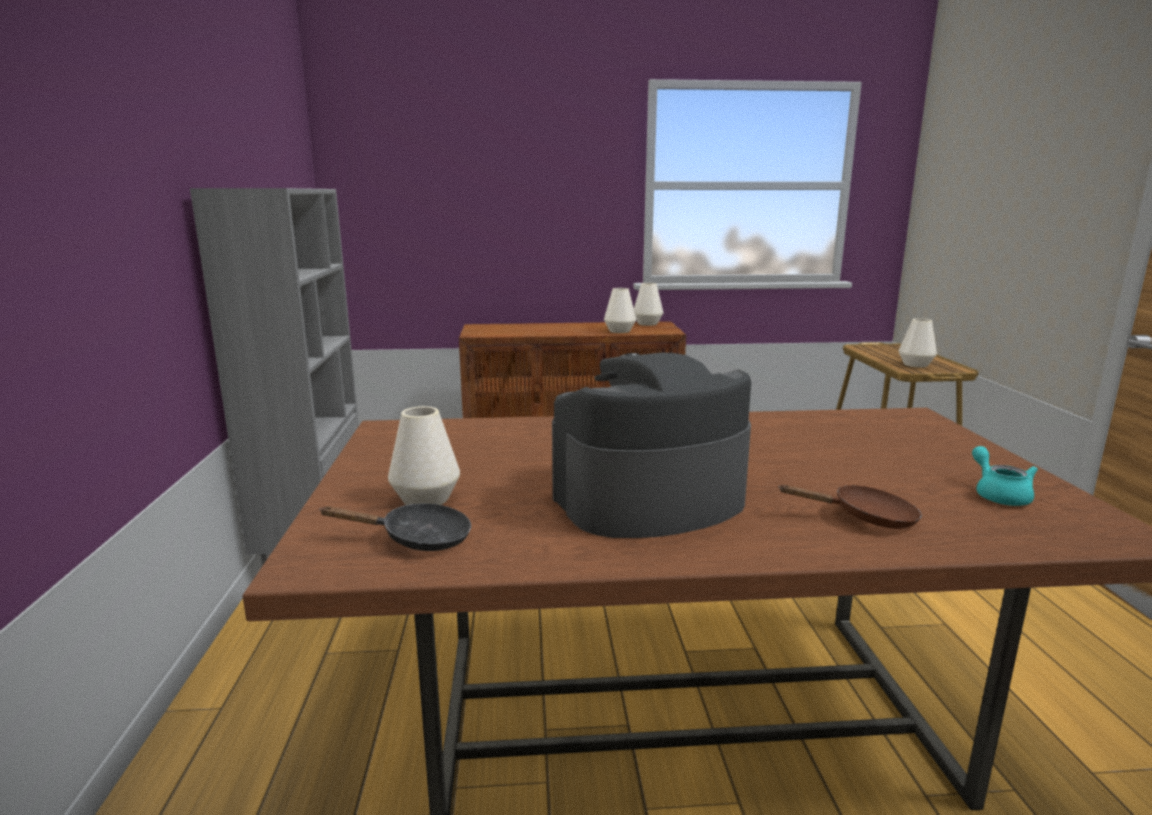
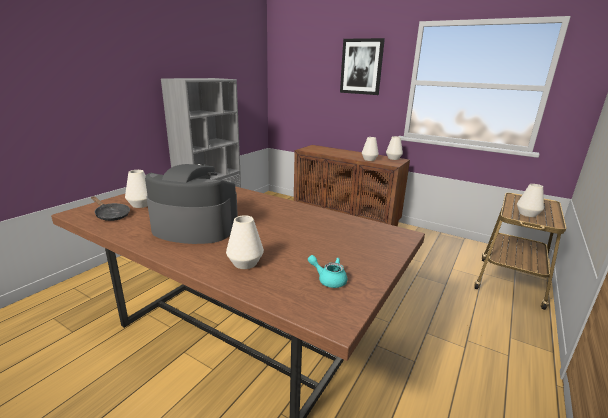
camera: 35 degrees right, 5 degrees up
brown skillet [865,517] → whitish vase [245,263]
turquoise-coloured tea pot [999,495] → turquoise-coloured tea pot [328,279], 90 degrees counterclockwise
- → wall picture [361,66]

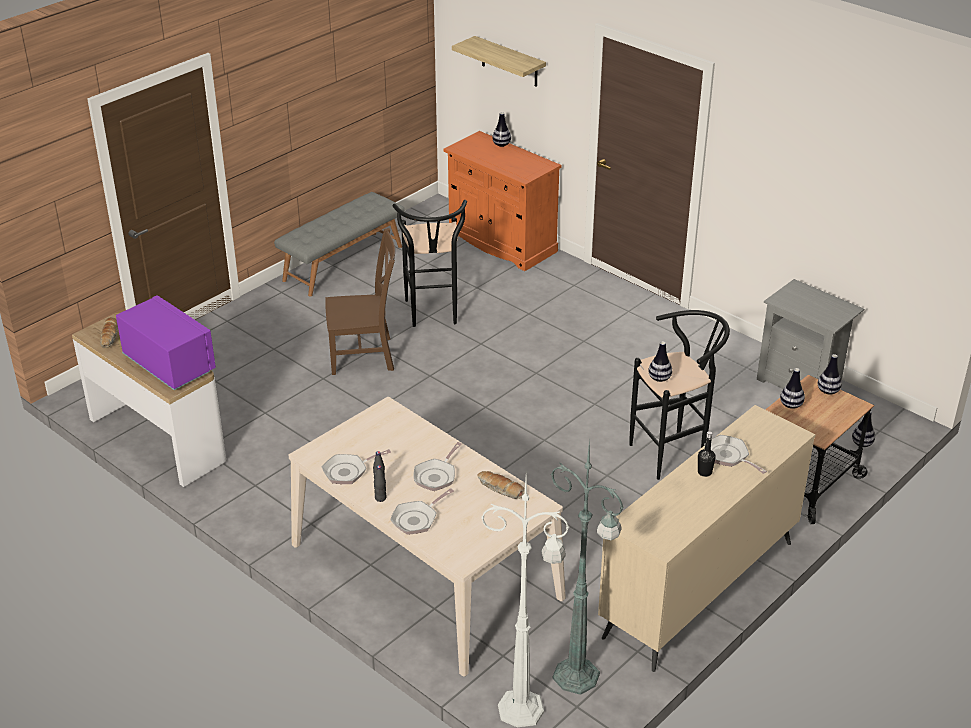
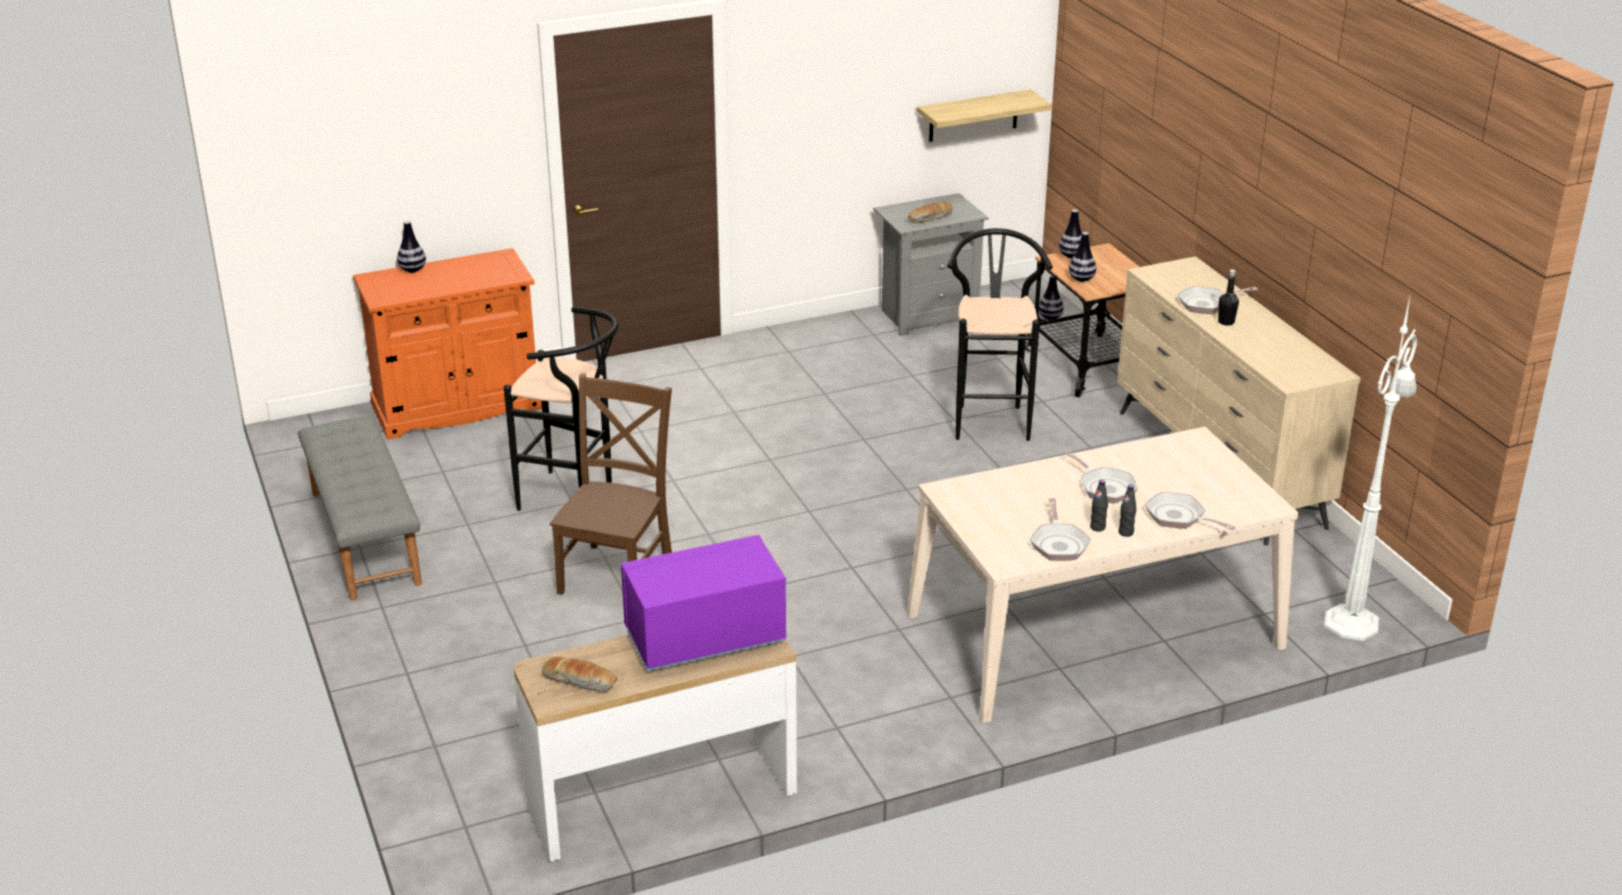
camera: 65 degrees left, 5 degrees down
skillet [417,519] → skillet [1179,517], 150 degrees clockwise
bracket shelf [509,62] → bracket shelf [973,116], shifted
bread [500,489] → bread [930,218], shifted
greenish standard lamp [578,677] → -
vase [659,378] → -

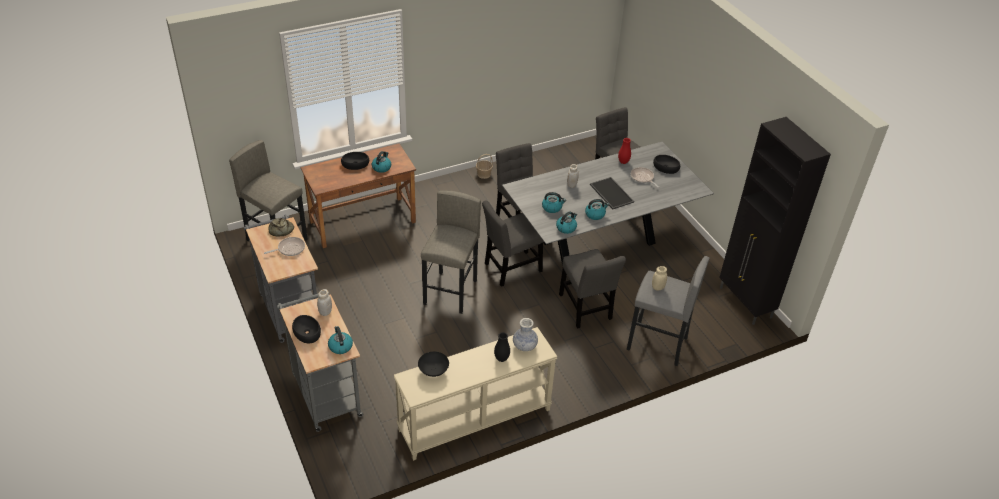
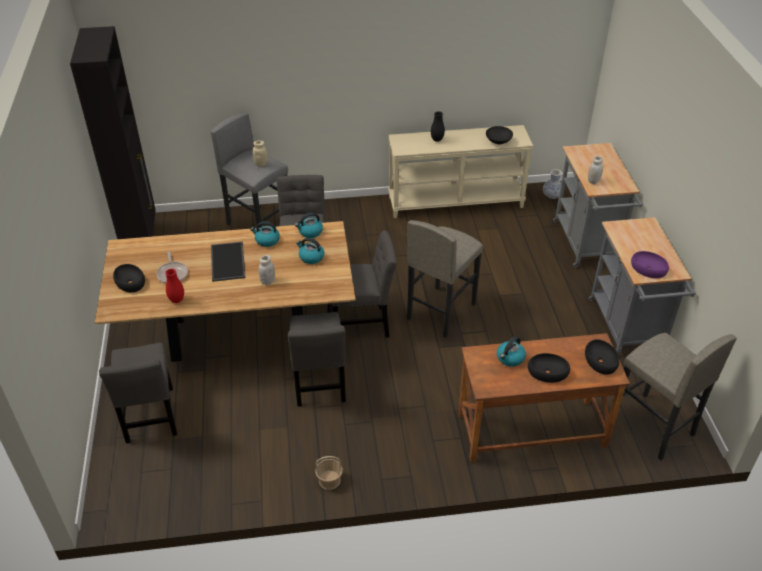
camera: 160 degrees left, 0 degrees up
skillet [289,249] → -
bread [280,230] → purple deep dish [648,269]
blackish deep dish [307,332] → blackish deep dish [600,361], shifted
tea kettle [340,346] → -
greyish dinner table [600,243] → brown dinner table [237,334]
vase [524,346] → vase [552,195], shifted

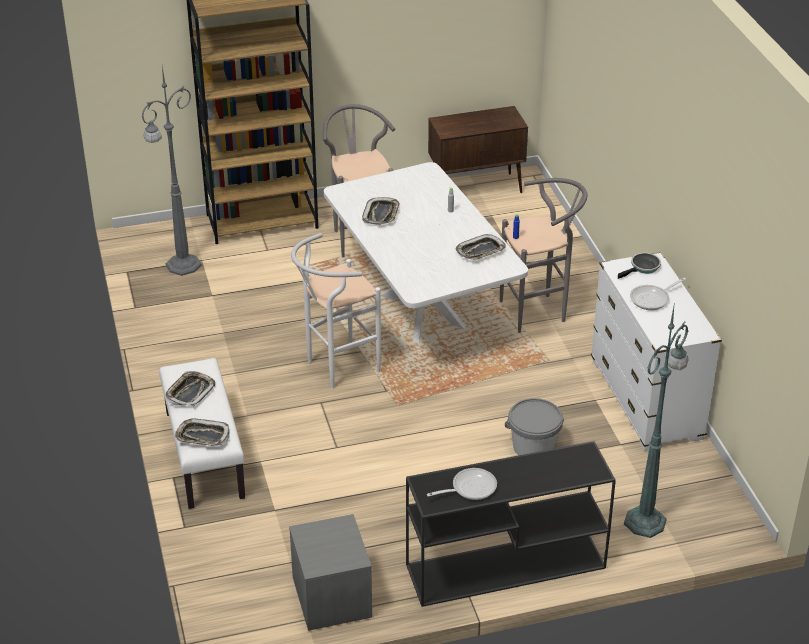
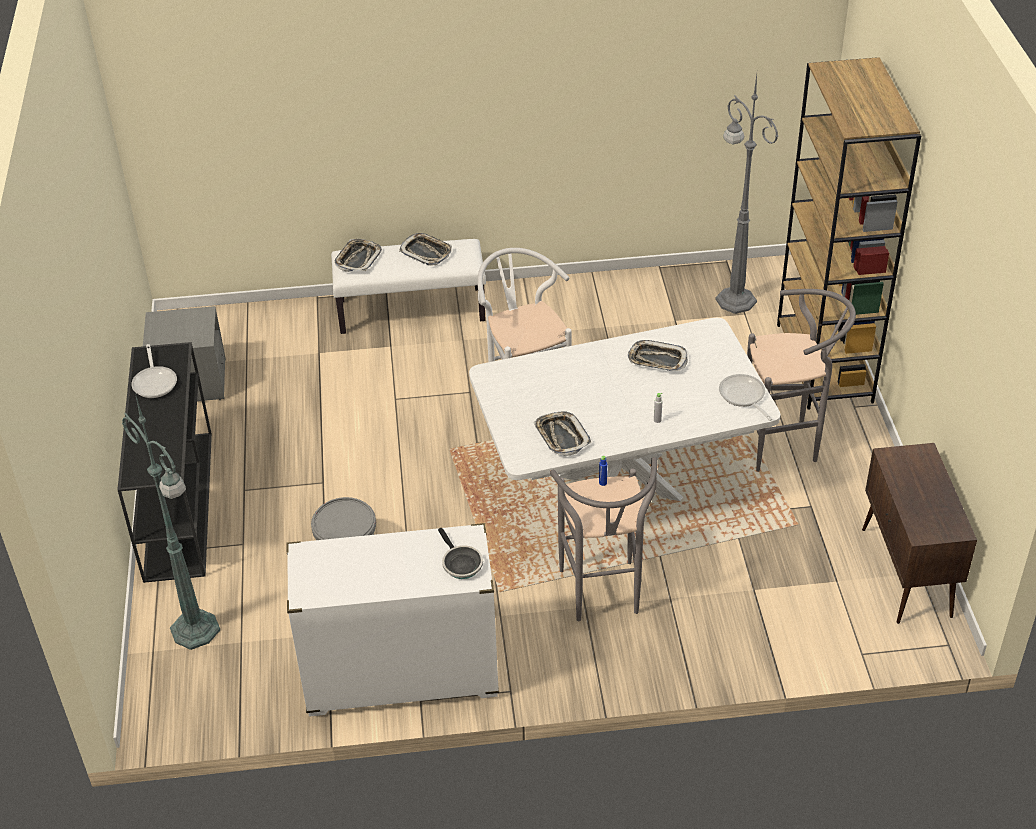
camera: 100 degrees right, 5 degrees up
skillet [652,299] → skillet [743,397], shifted

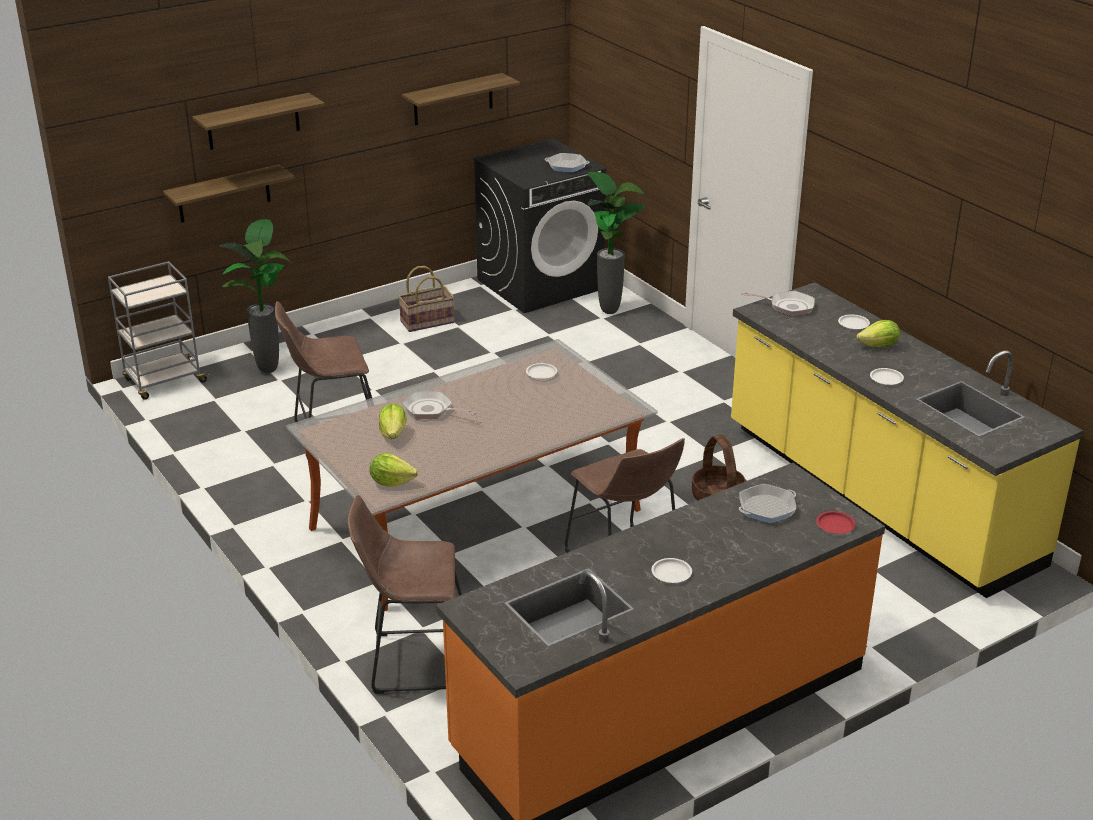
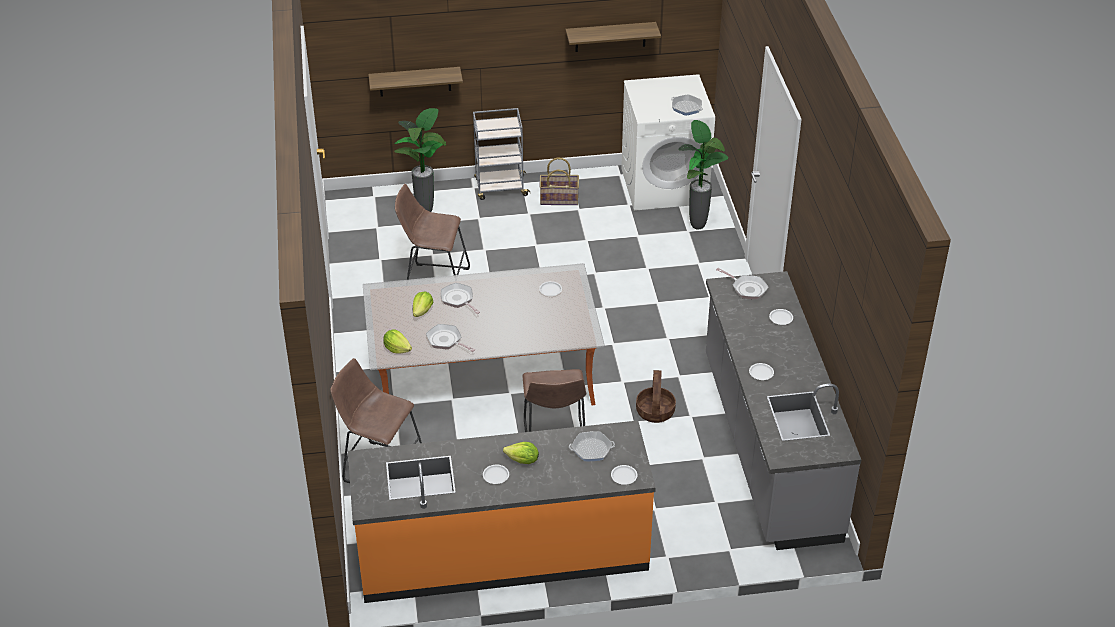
camera: 25 degrees right, 10 degrees up
greyish trolley [164,381] → greyish trolley [500,188], shifted
bracket shelf [253,121] → -
blackish laundry machine [540,284] → whitish laundry machine [664,185]
yellow kitchen counter [877,495] → greyish kitchen counter [768,447]
red plate [835,525] → whitish plate [624,476]
lettuce [879,346] → lettuce [522,461], shifted
- → skillet [446,341]

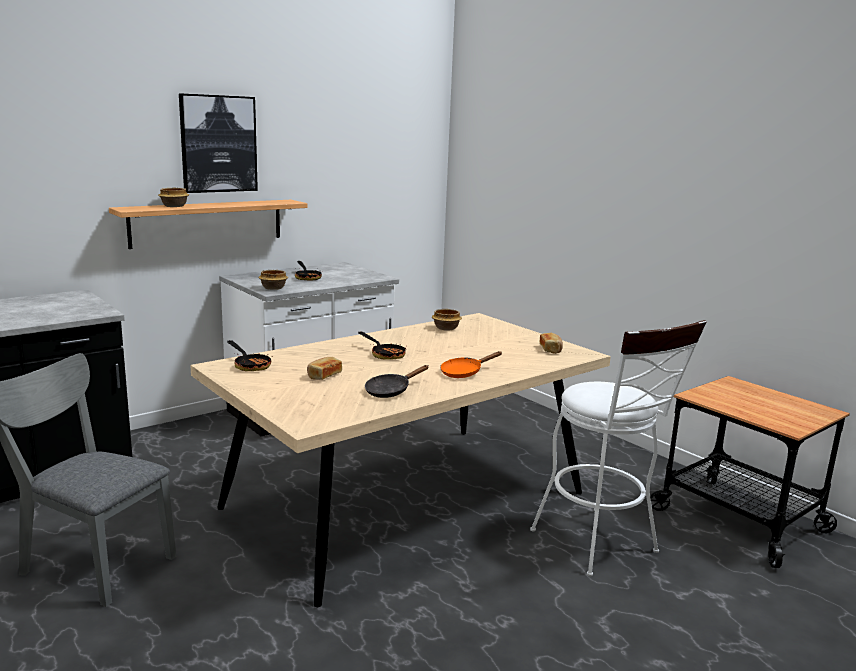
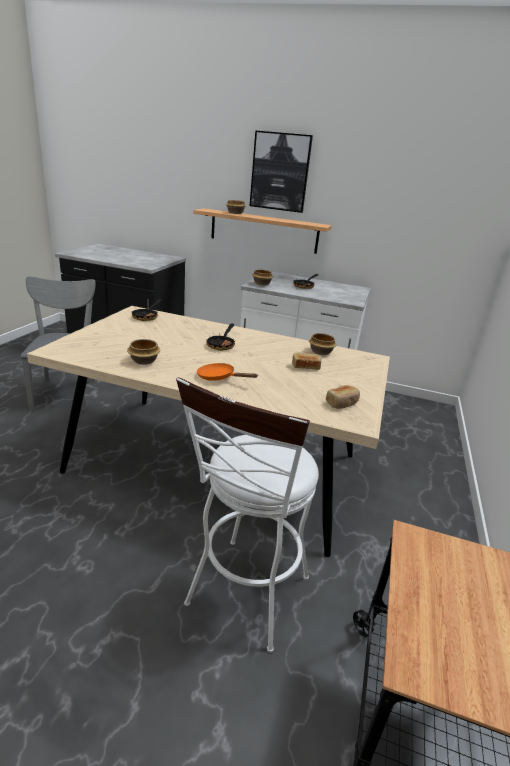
camera: 55 degrees right, 10 degrees up
bread [323,376] → bread [306,367], shifted
blackish skillet [391,391] → deep dish [144,361]

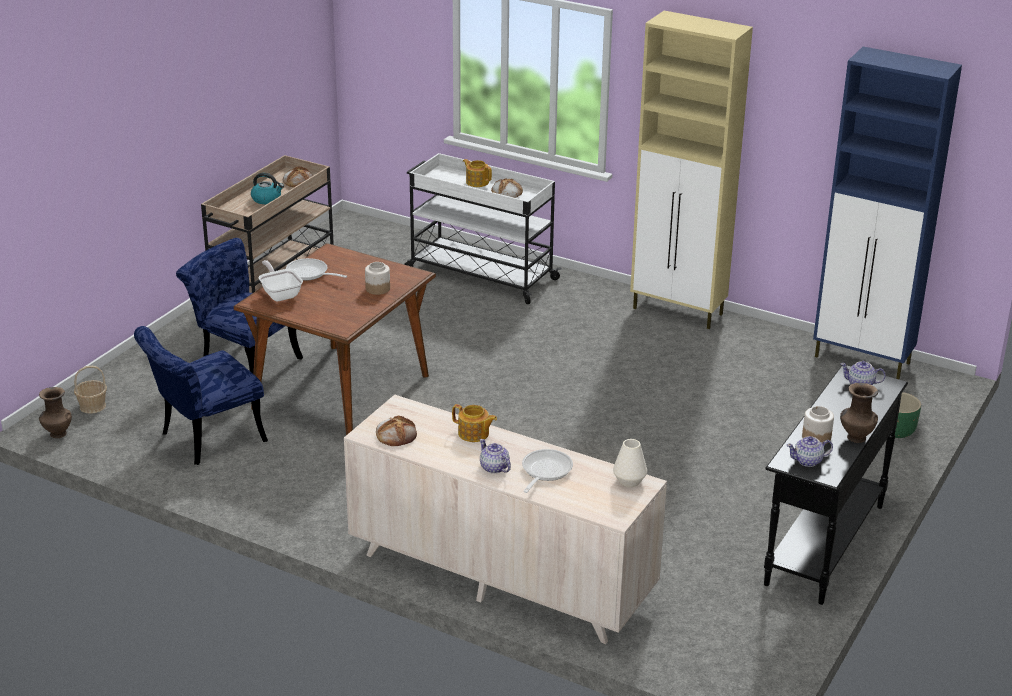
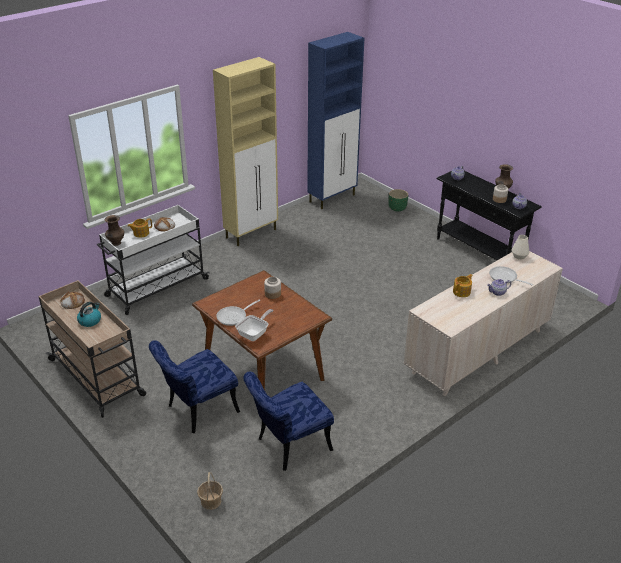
camera: 70 degrees left, 5 degrees up
brown vase [57,434] → brown vase [116,243], shifted
blue chair [204,439] → blue chair [288,446], 75 degrees clockwise
skillet [280,294] → skillet [254,334], 135 degrees clockwise
bread [396,434] → -

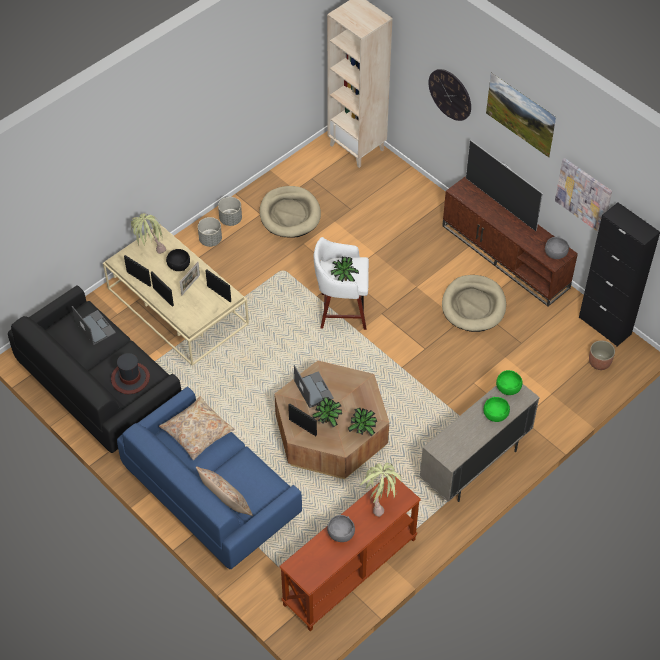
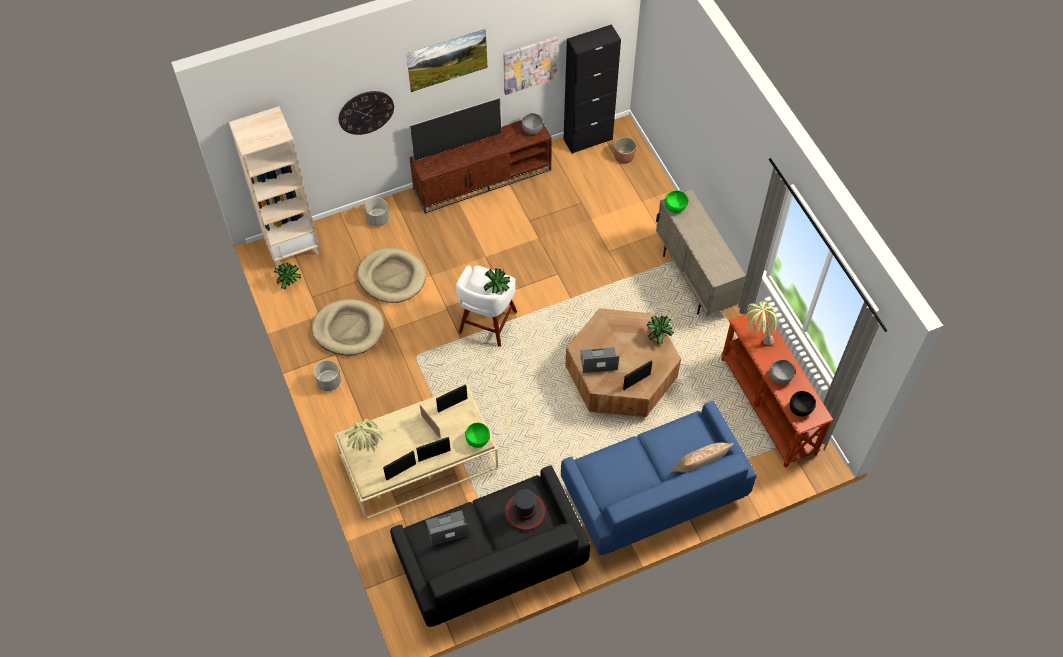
camera: 70 degrees left, 5 degrees up
sand-coloured cushion [197,432] → -
blackish deep dish [178,265] → blackish deep dish [800,408], shifted
greyish planter [210,240] → greyish planter [378,219], shifted
potted plant [328,421] → potted plant [289,283], shifted
sand-coloured pet bed [473,305] → sand-coloured pet bed [392,277], shifted
greenish deep dish [496,415] → greenish deep dish [478,439], shifted

